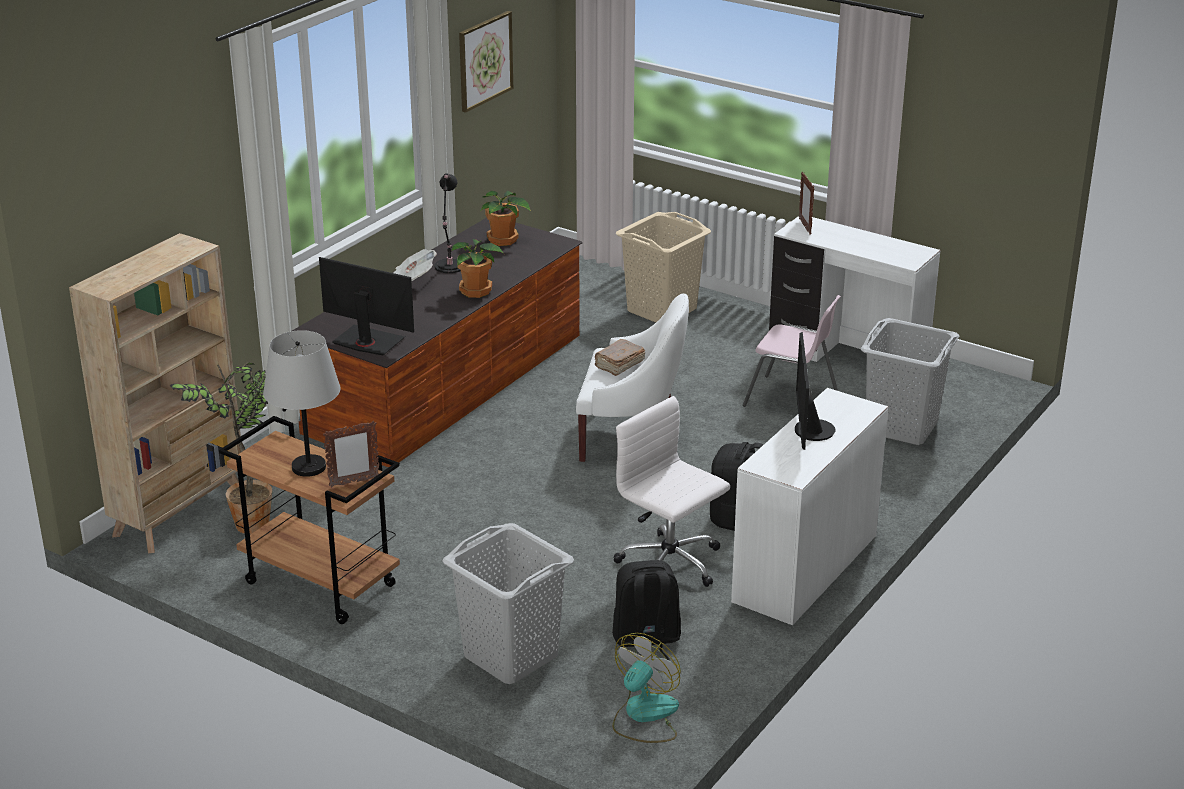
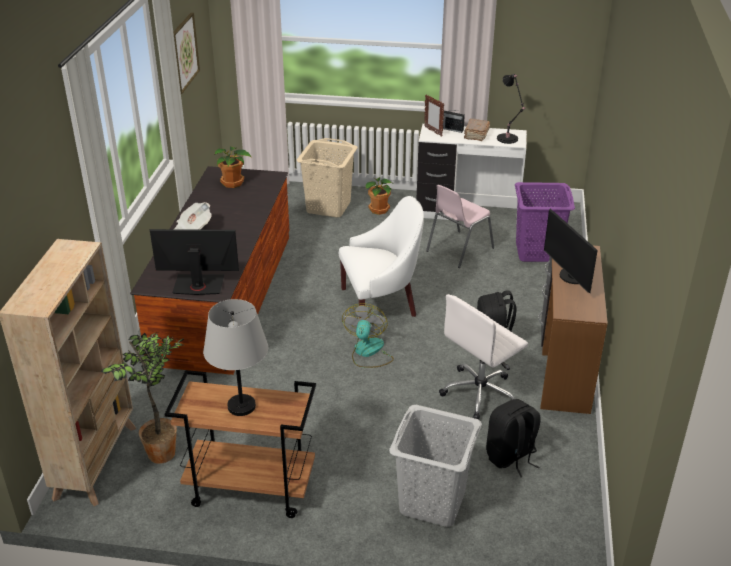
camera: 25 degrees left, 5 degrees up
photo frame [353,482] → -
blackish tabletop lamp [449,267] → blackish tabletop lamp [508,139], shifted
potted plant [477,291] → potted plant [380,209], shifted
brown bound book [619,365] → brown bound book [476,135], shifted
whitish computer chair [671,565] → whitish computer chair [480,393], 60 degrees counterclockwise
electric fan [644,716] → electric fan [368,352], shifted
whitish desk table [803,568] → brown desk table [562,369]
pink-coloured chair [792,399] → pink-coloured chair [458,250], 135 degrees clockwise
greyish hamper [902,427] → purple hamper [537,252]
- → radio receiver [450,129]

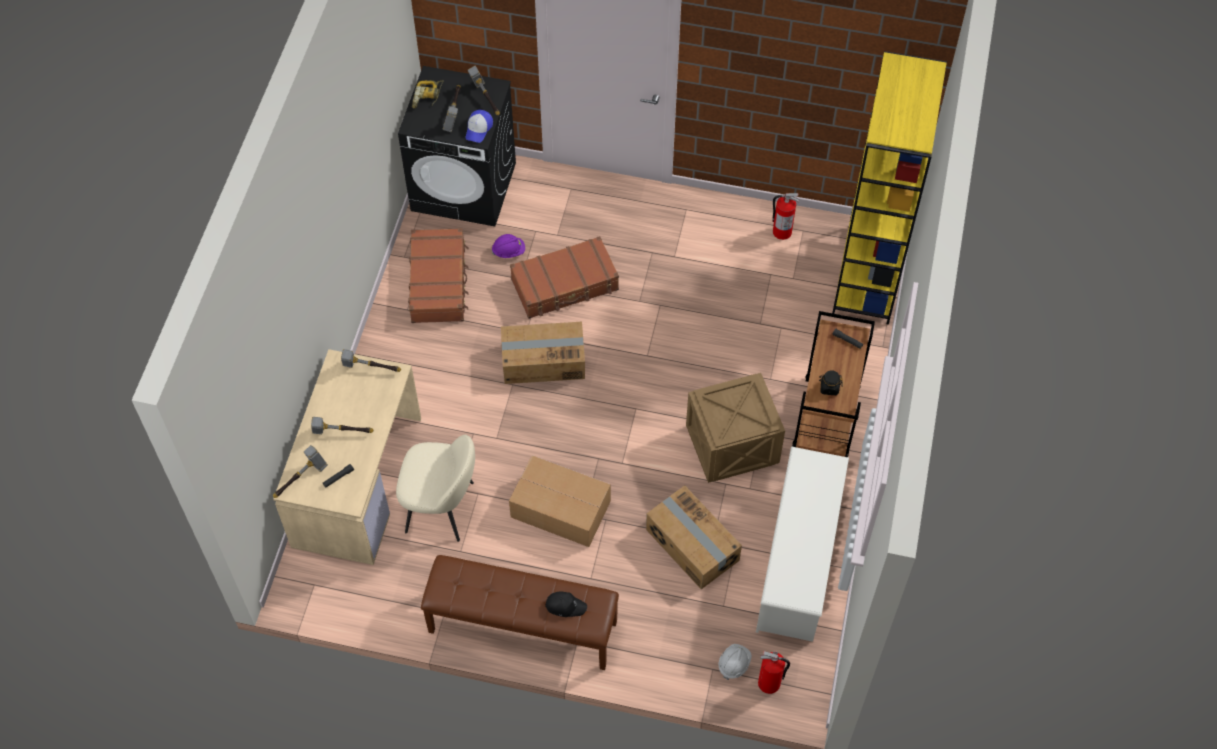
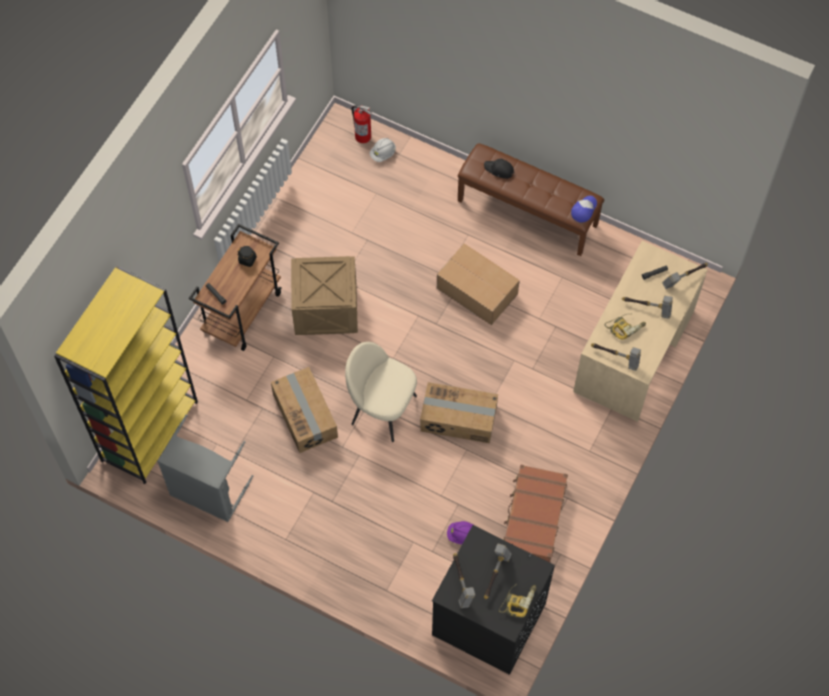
camera: 165 degrees left, 5 degrees up
sand-coloured chair [442,507] → sand-coloured chair [382,408], shifted
baseball cap [479,129] → baseball cap [584,210], shifted
brown piece of luggage [565,285] → -
packing box [692,545] → packing box [305,415], shifted
whitish shoe shelf [798,563] → -
extinguisher [781,231] → greyish hamper [207,493]
- → power drill [625,327]

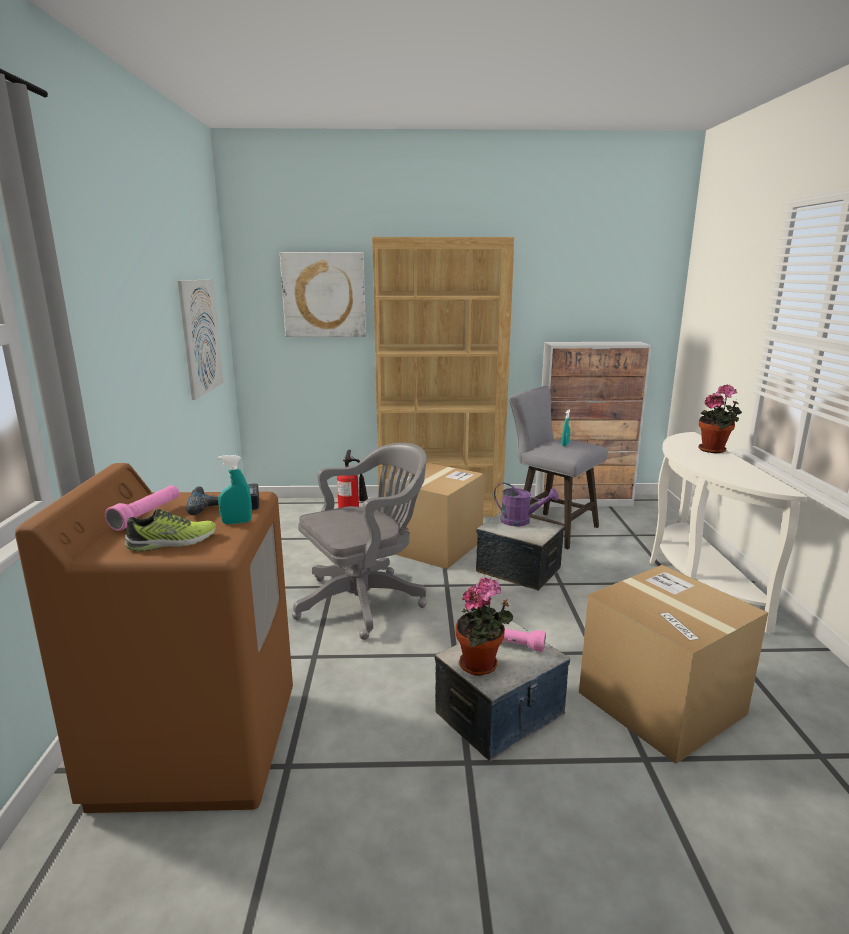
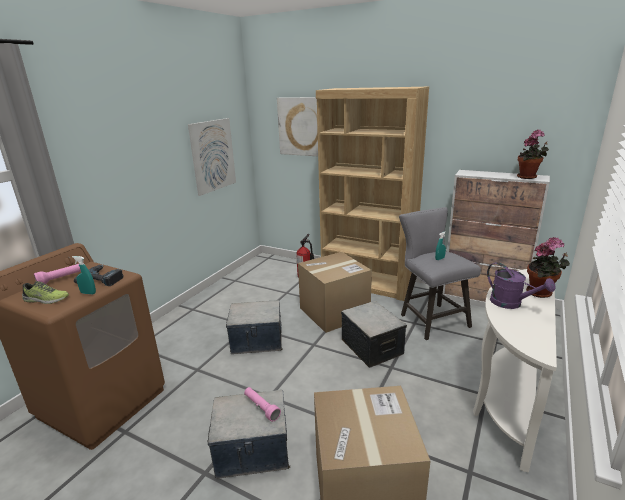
camera: 30 degrees right, 5 degrees up
greyish computer chair [365,600] → storage box [257,341]
potted plant [481,666] → potted plant [528,177], shifted
purple sprinkling can [521,521] → purple sprinkling can [511,304], shifted

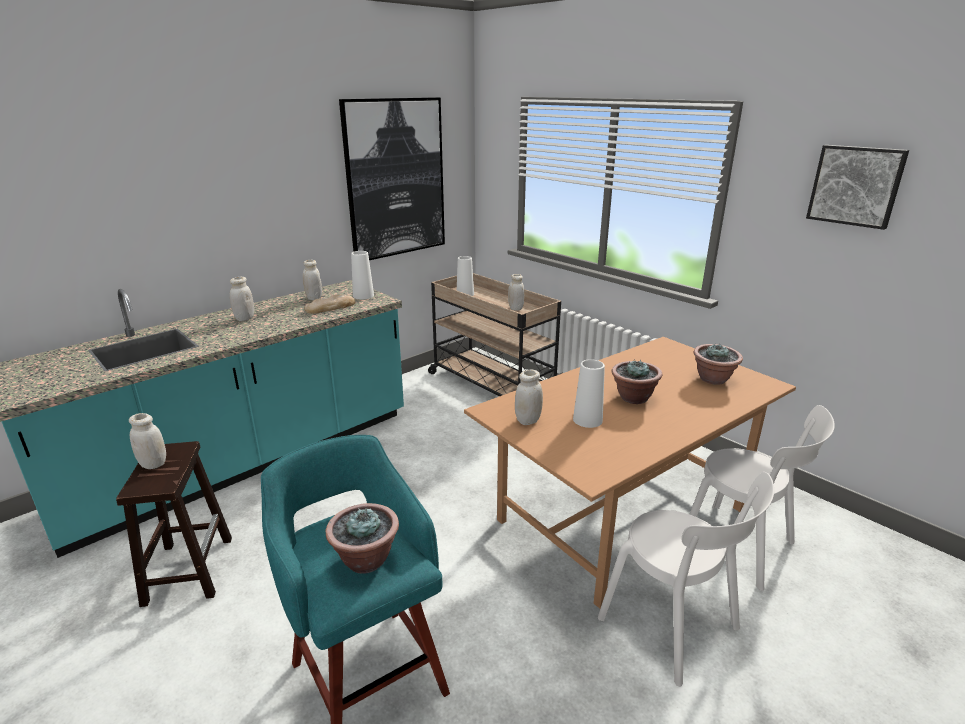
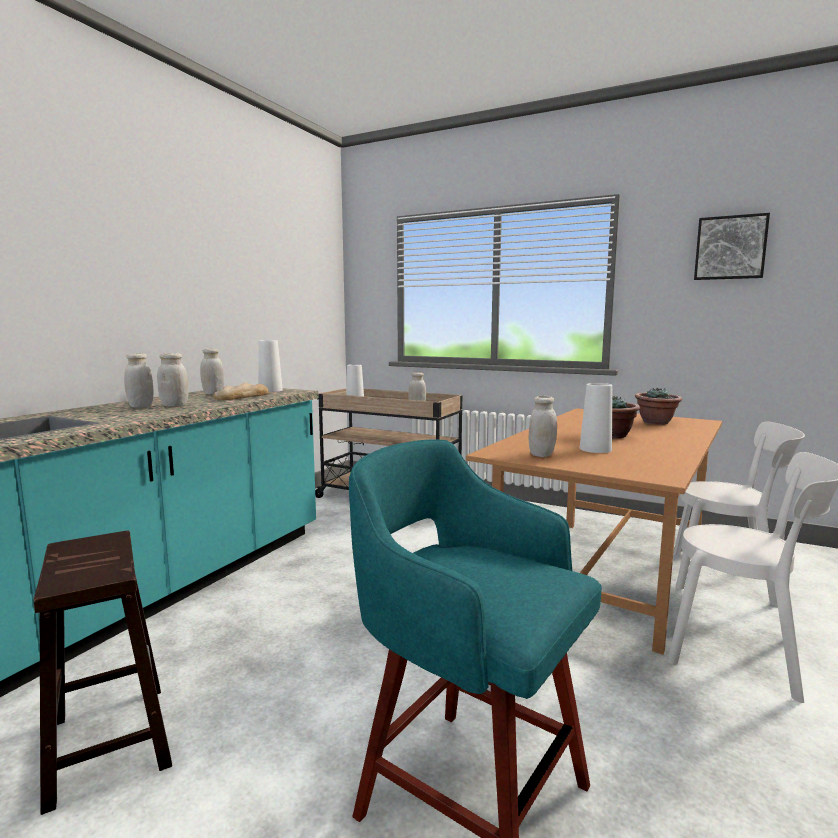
camera: 20 degrees left, 15 degrees down
whitish storage jar [153,464] → whitish storage jar [174,405], shifted
potted plant [365,559] → -
wall picture [395,179] → -

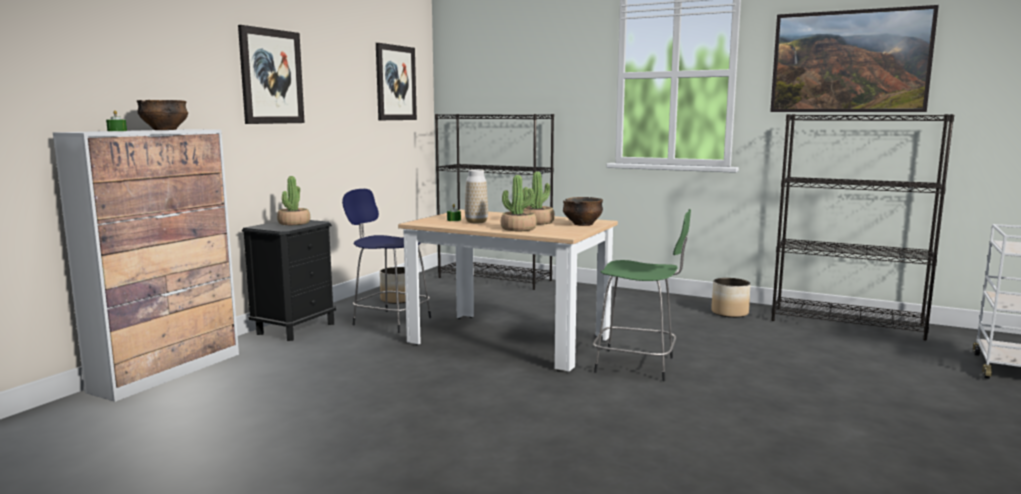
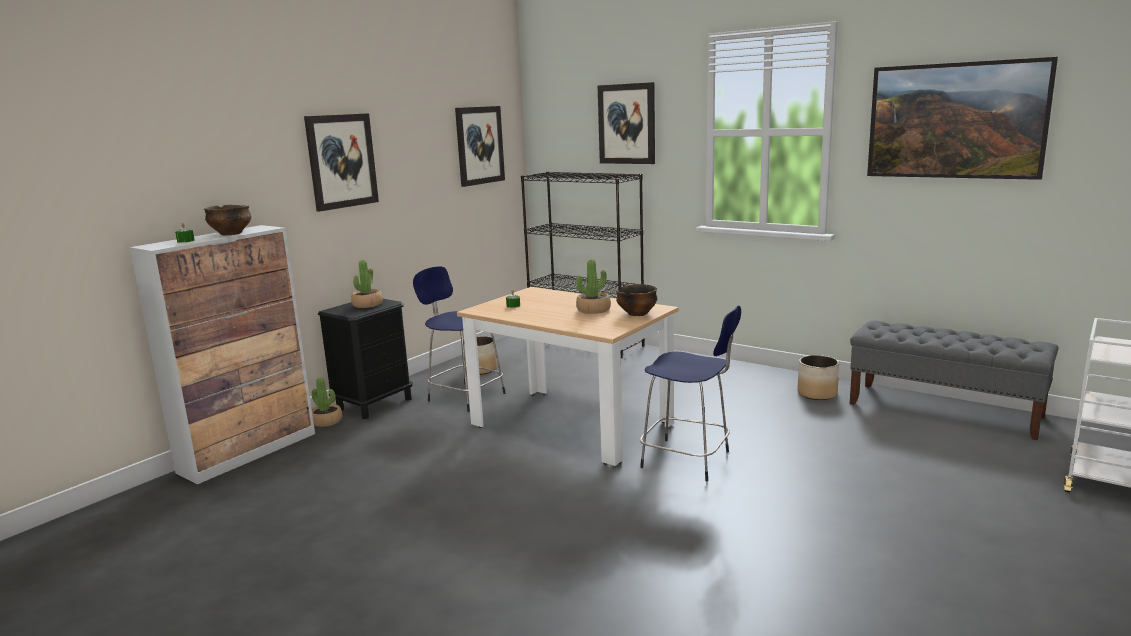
camera: 10 degrees right, 5 degrees up
vase [476,222] → -
potted plant [518,229] → potted plant [327,421], shifted
greenish stool [638,365] → blue stool [688,460]
blackish shelving unit [847,323] → greyish indoor bench [944,410]
- → wall picture [627,124]

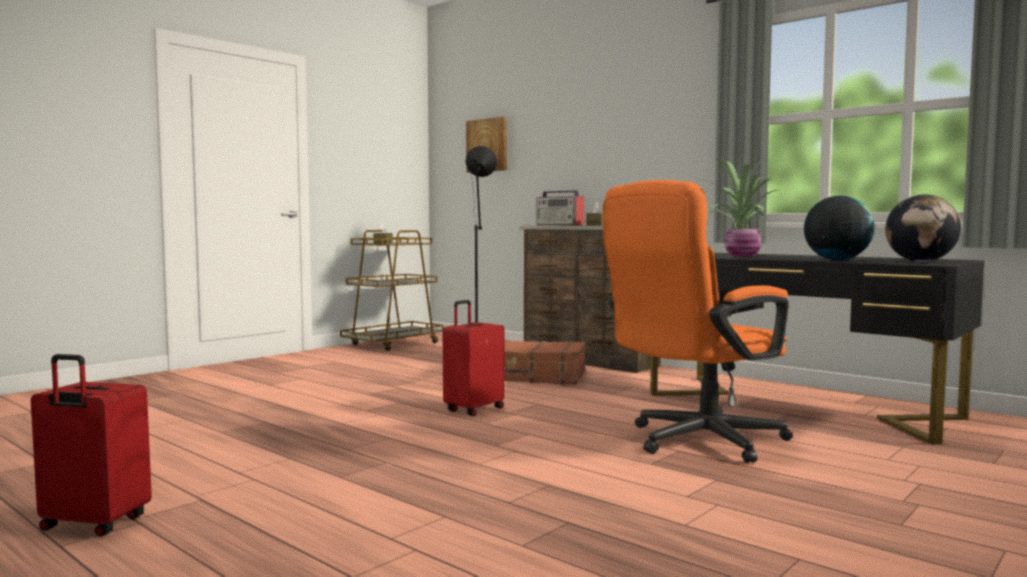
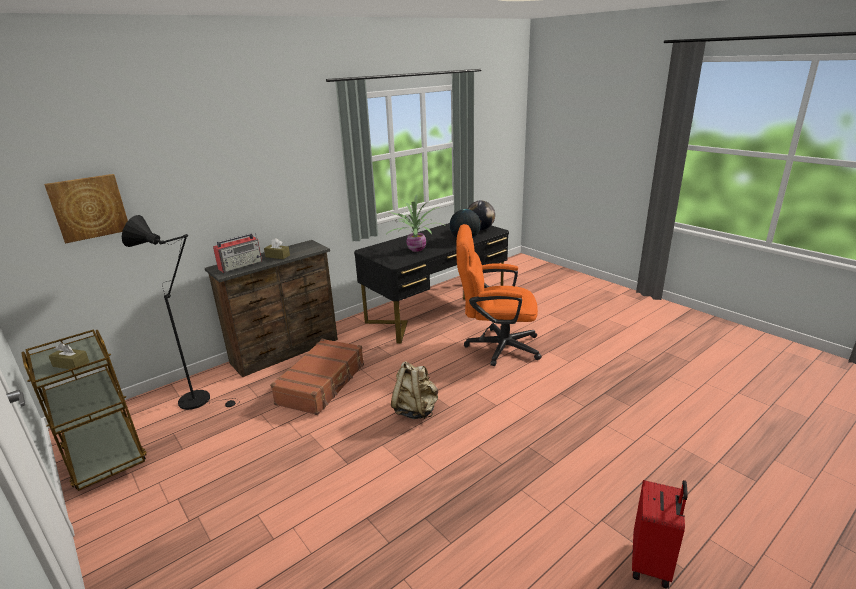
camera: 80 degrees left, 20 degrees up
red piece of luggage [473,410] → sand-coloured knapsack [415,410]
orange-coloured computer chair [694,442] → orange-coloured computer chair [495,347], 120 degrees clockwise

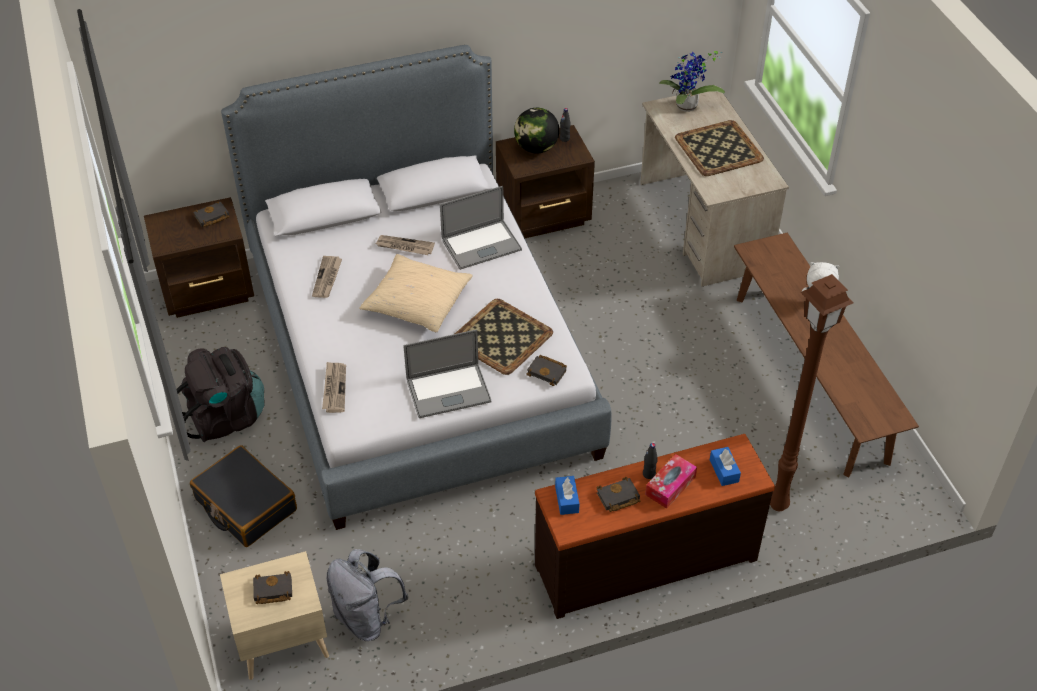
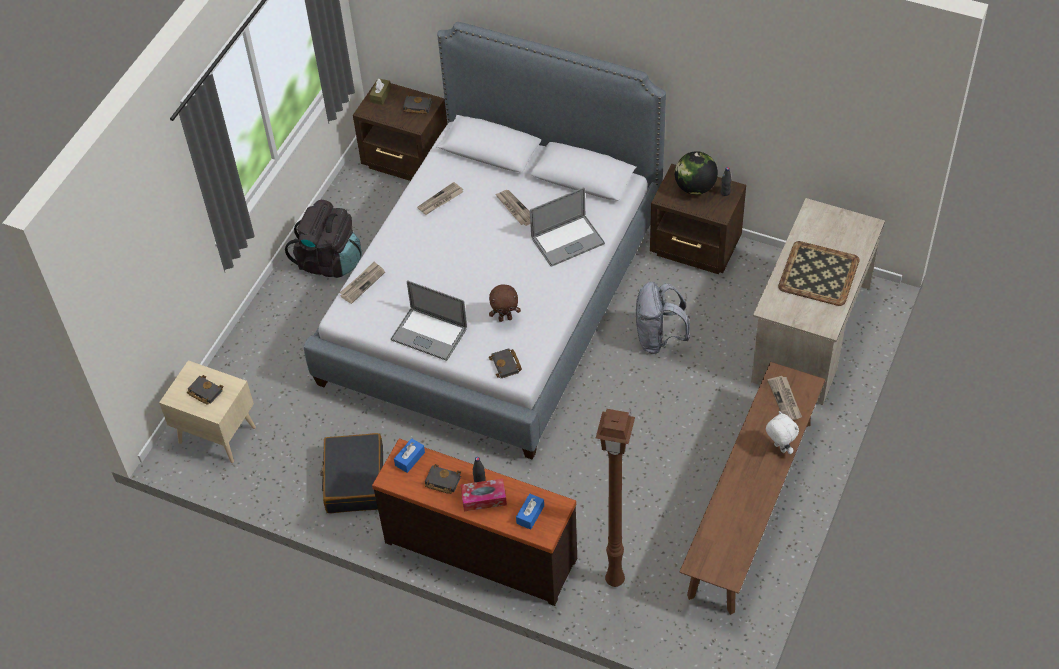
camera: 45 degrees right, 5 degrees up
blackish piece of luggage [245,505] → blackish piece of luggage [354,480], shifted
greyish knapsack [367,618] → greyish knapsack [659,339], shifted
sand-coloured cushion [417,302] → -
laptop [481,245] → laptop [567,241], 45 degrees counterclockwise
tray [501,336] → brown plush toy [505,318]
potted plant [686,108] → -
- → brown box of tissues [380,95]
- → daily paper [785,399]

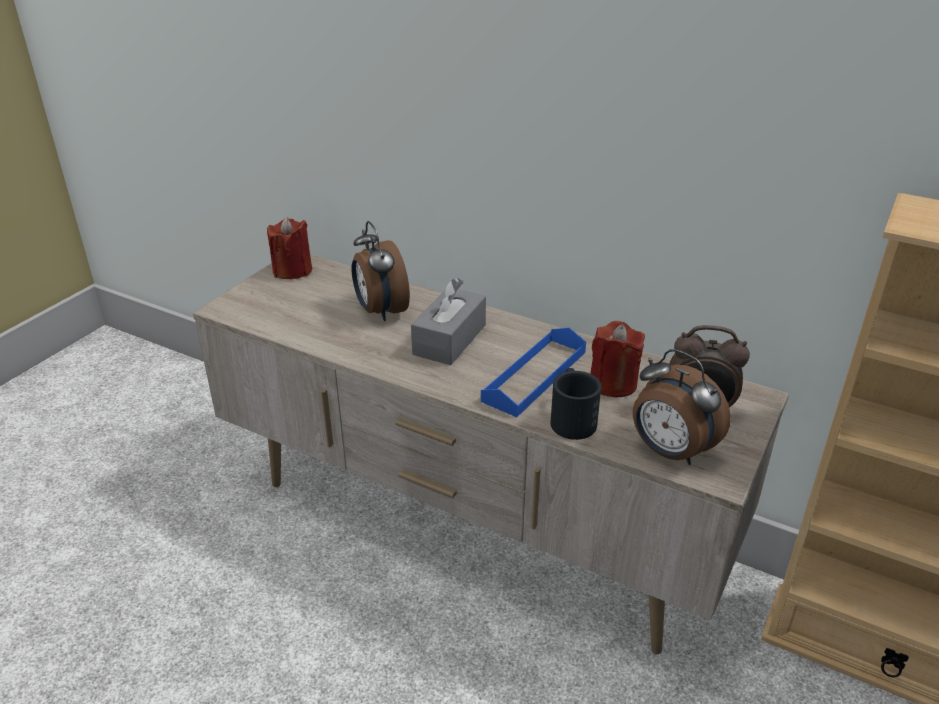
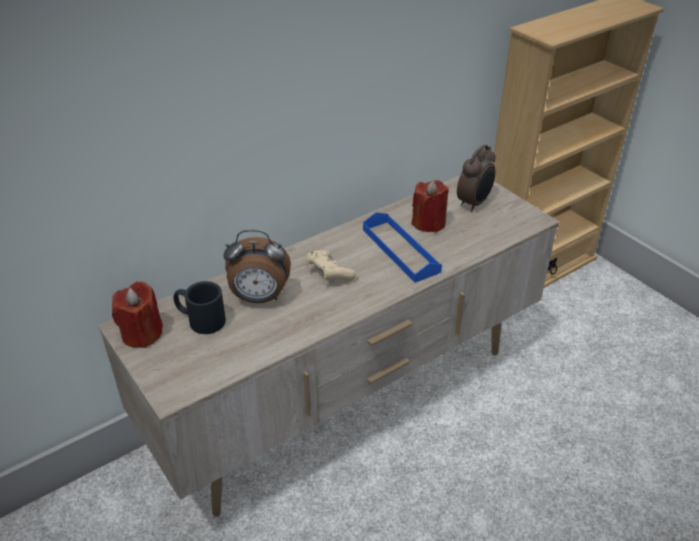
camera: 65 degrees left, 5 degrees up
greyish box of tissues [449,339] → sand-coloured gamepad [328,274]
blackish mug [571,418] → blackish mug [200,319], shifted
table clock [670,452] → -

